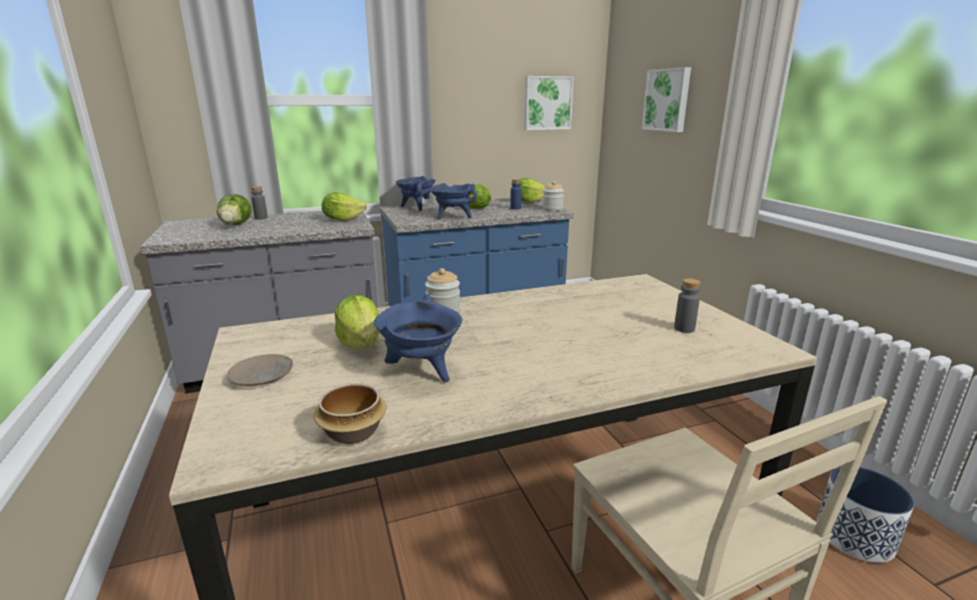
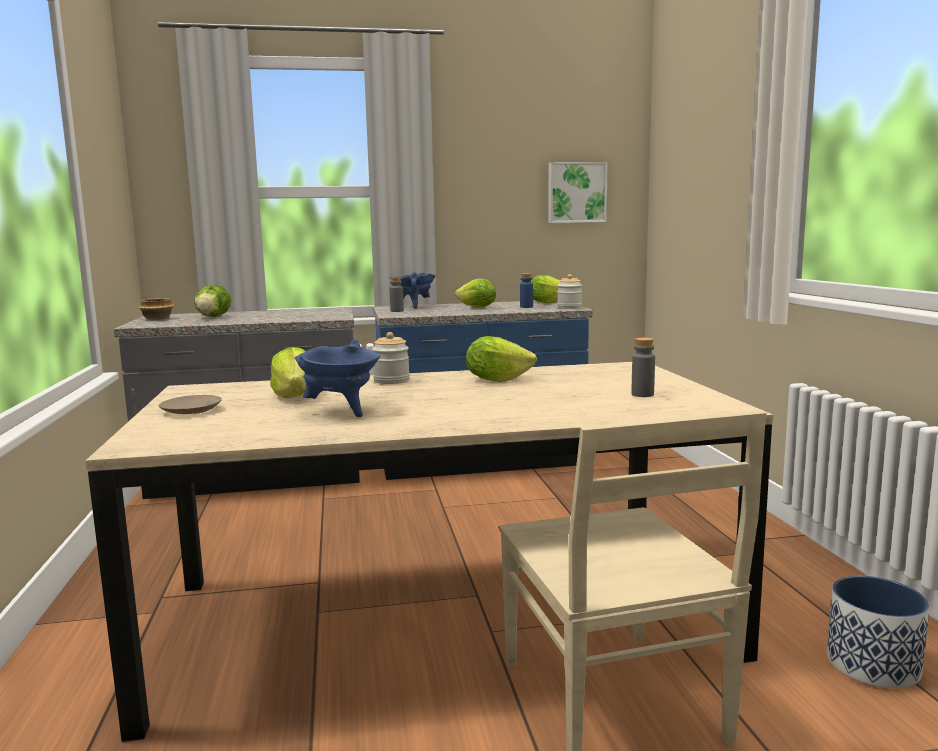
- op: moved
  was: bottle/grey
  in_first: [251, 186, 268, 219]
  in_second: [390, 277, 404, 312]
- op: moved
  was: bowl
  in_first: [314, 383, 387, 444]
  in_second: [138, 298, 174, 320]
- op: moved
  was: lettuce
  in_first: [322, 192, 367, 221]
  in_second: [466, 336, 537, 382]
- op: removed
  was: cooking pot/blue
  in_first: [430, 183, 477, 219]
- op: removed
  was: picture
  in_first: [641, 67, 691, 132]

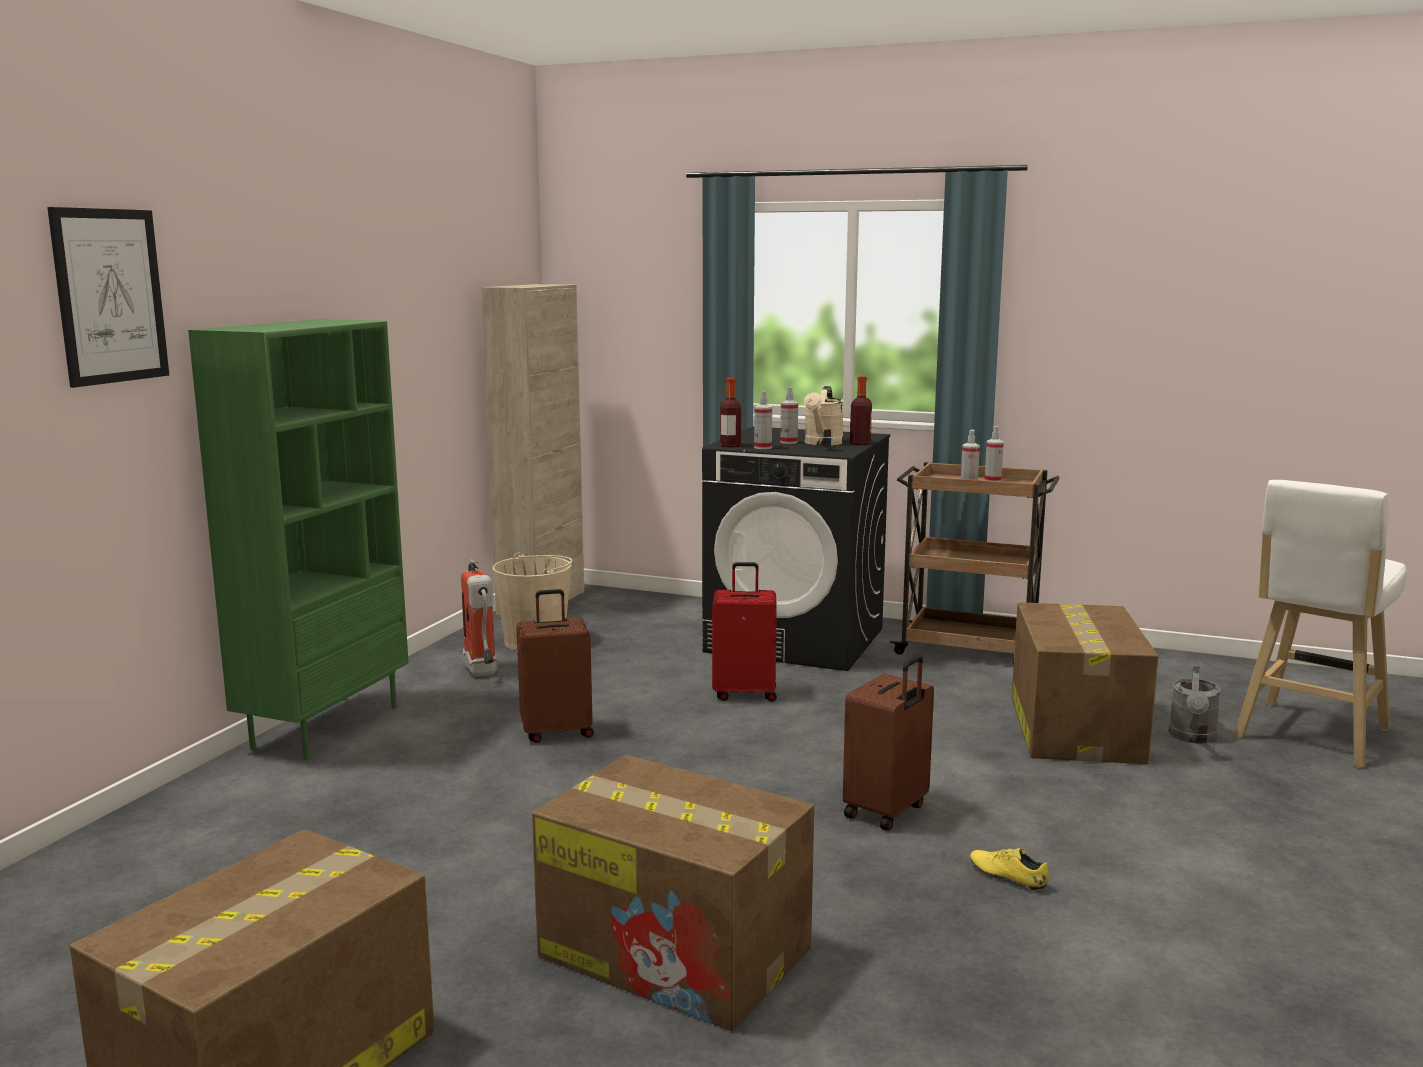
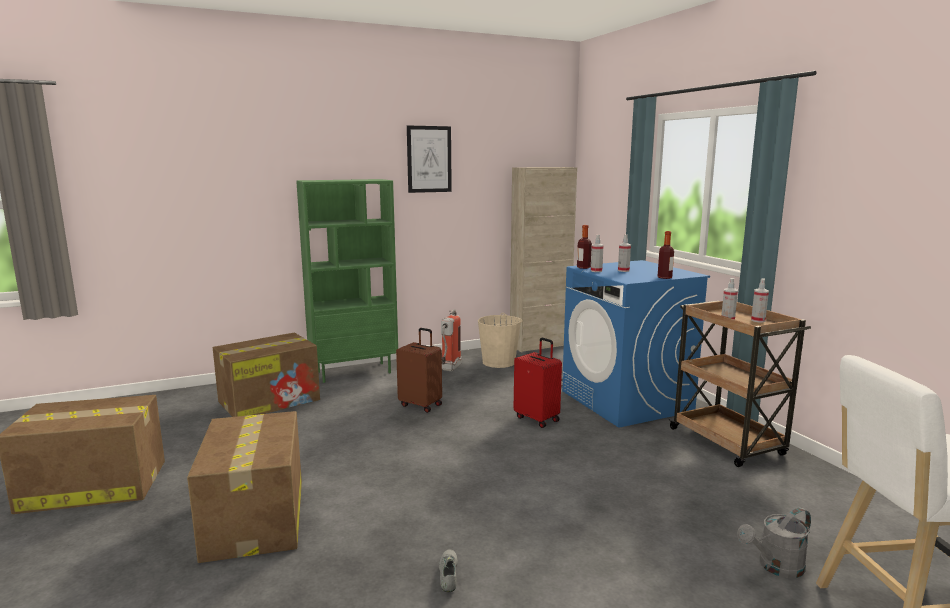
- op: moved
  was: picture
  in_first: [47, 207, 169, 388]
  in_second: [407, 126, 452, 193]
- op: recoloured
  was: washing machine/black
  now: washing machine/blue
  in_first: [702, 427, 890, 671]
  in_second: [562, 260, 710, 428]
- op: removed
  was: watering can/beige
  in_first: [804, 386, 844, 446]
- op: removed
  was: suitcase/brown
  in_first: [843, 655, 934, 830]
- op: recoloured
  was: shoe/yellow
  now: shoe/grey
  in_first: [970, 848, 1049, 891]
  in_second: [439, 549, 458, 592]
- op: moved
  was: cardboard box
  in_first: [1012, 602, 1158, 764]
  in_second: [213, 333, 320, 417]

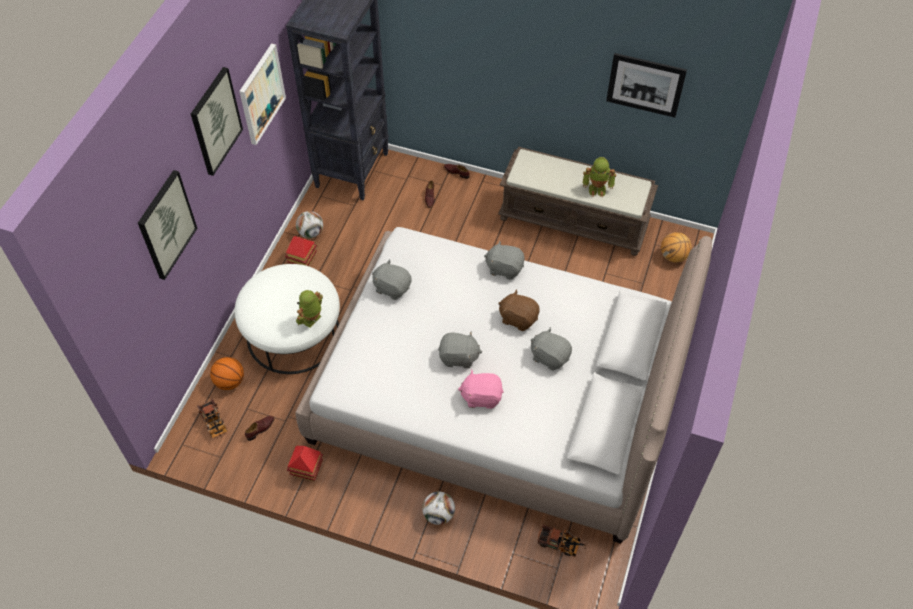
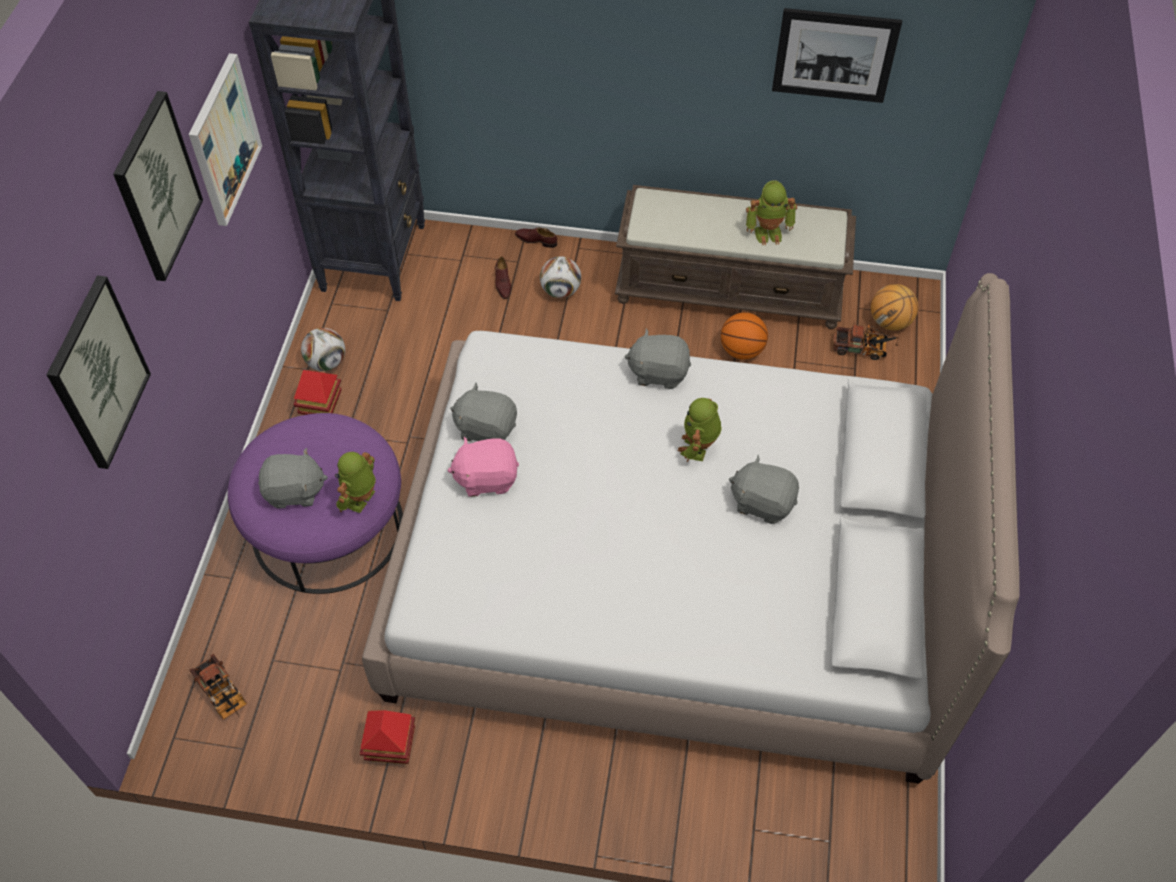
- op: moved
  was: basketball
  in_first: [210, 357, 244, 390]
  in_second: [721, 312, 768, 360]
- op: recoloured
  was: ottoman/white
  now: ottoman/purple
  in_first: [235, 264, 340, 374]
  in_second: [228, 413, 403, 594]
- op: removed
  was: shoe/brown
  in_first: [245, 416, 274, 441]
- op: moved
  was: football
  in_first: [422, 491, 455, 525]
  in_second: [540, 256, 581, 298]
- op: moved
  was: plush toy/grey
  in_first: [438, 331, 482, 368]
  in_second: [258, 448, 328, 509]
- op: moved
  was: plush toy/pink
  in_first: [458, 369, 503, 409]
  in_second: [448, 437, 519, 497]
- op: replaced
  was: plush toy/brown
  now: toy robot
  in_first: [498, 289, 540, 331]
  in_second: [677, 398, 722, 462]
- op: moved
  was: toy truck
  in_first: [537, 524, 585, 557]
  in_second: [833, 321, 899, 360]

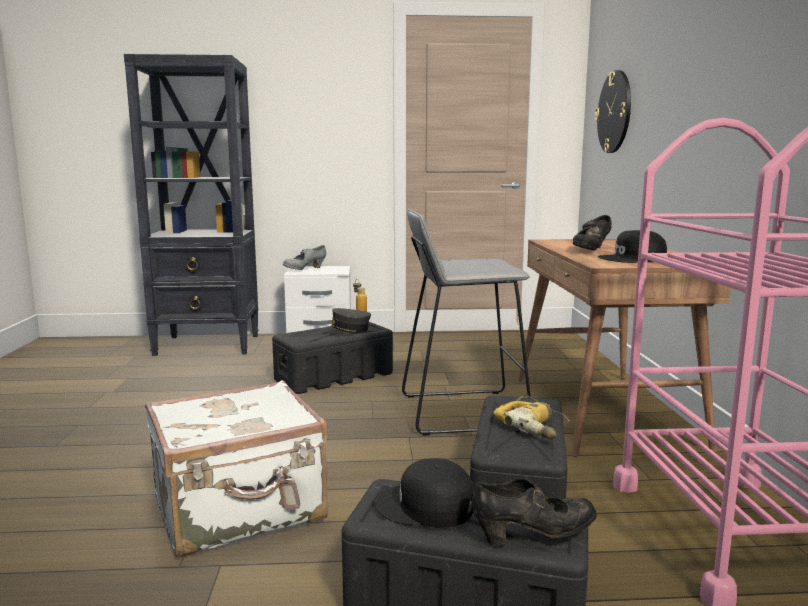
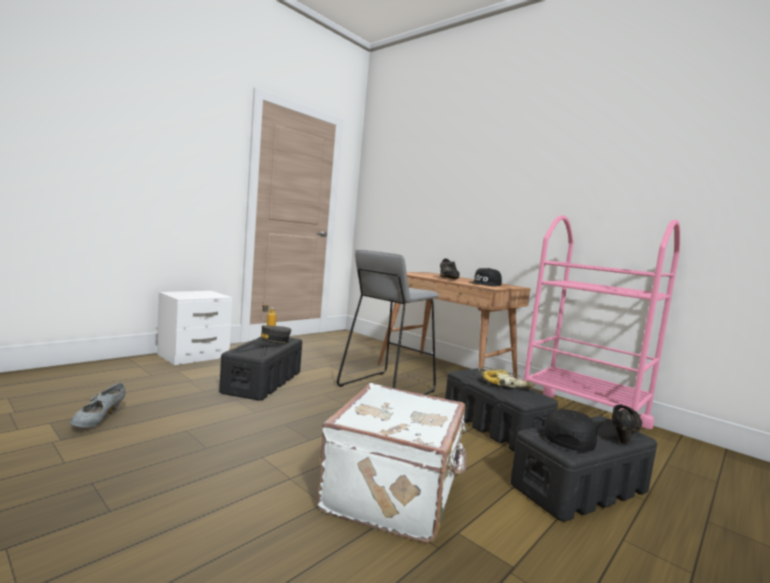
- op: removed
  was: bookcase/black
  in_first: [124, 54, 258, 356]
- op: moved
  was: shoe/grey
  in_first: [283, 245, 326, 270]
  in_second: [70, 383, 126, 428]
- op: turned
  was: cap/black
  in_first: [374, 458, 474, 528]
  in_second: [545, 409, 597, 452]
  clockwise: 150
- op: removed
  was: wall clock
  in_first: [595, 70, 631, 153]

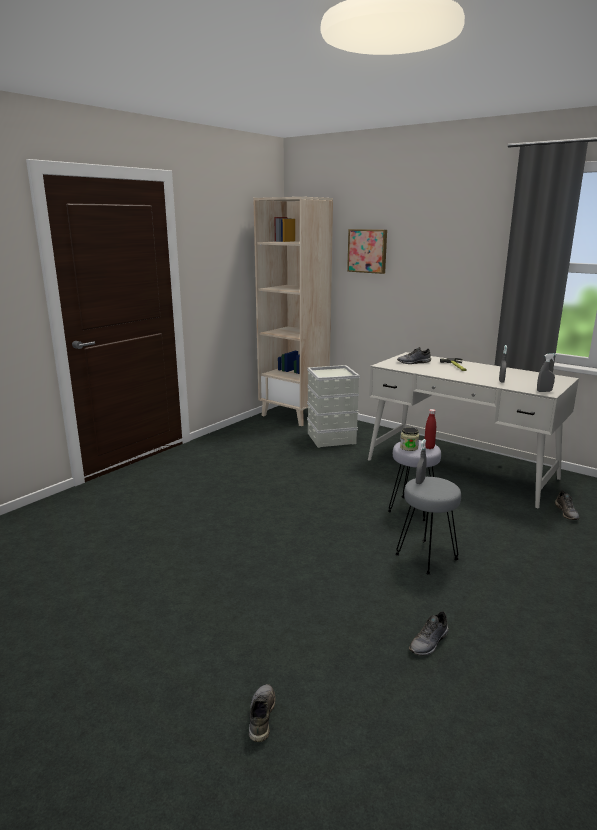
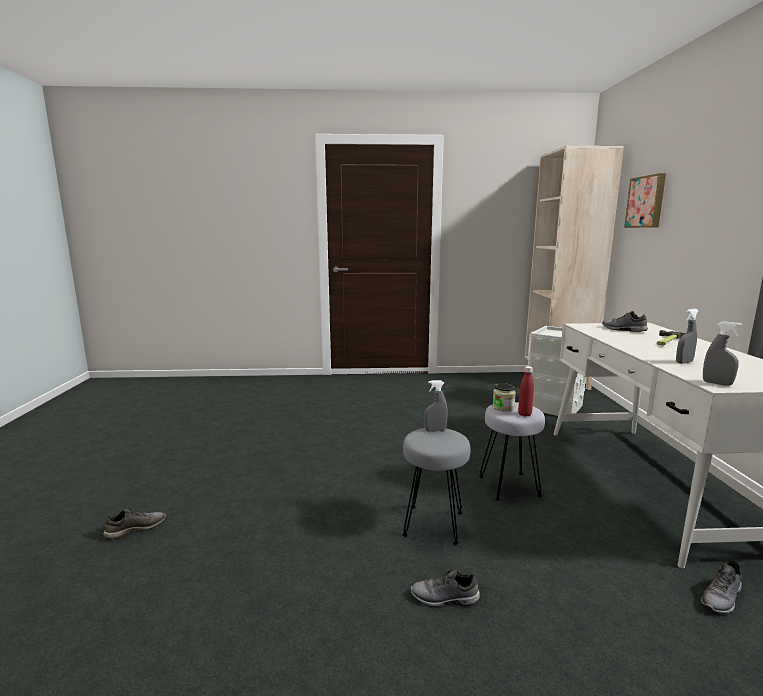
- op: moved
  was: shoe/grey
  in_first: [409, 612, 449, 655]
  in_second: [411, 569, 480, 606]

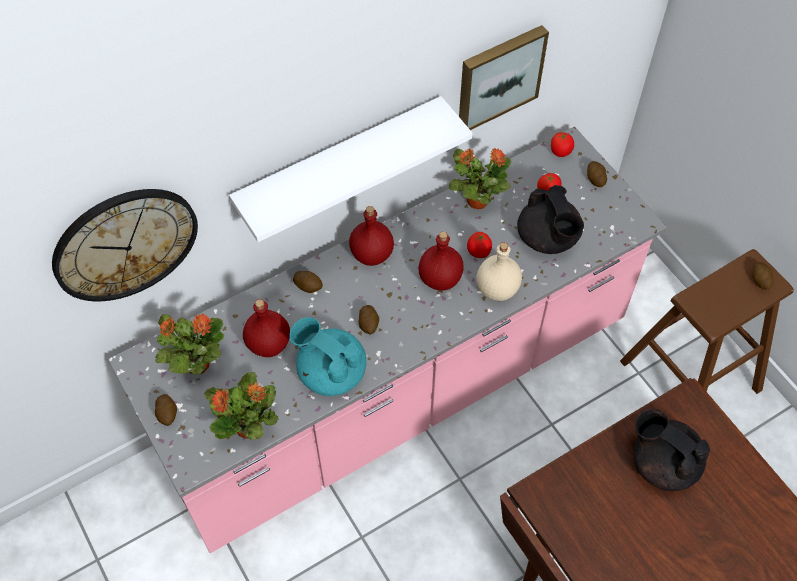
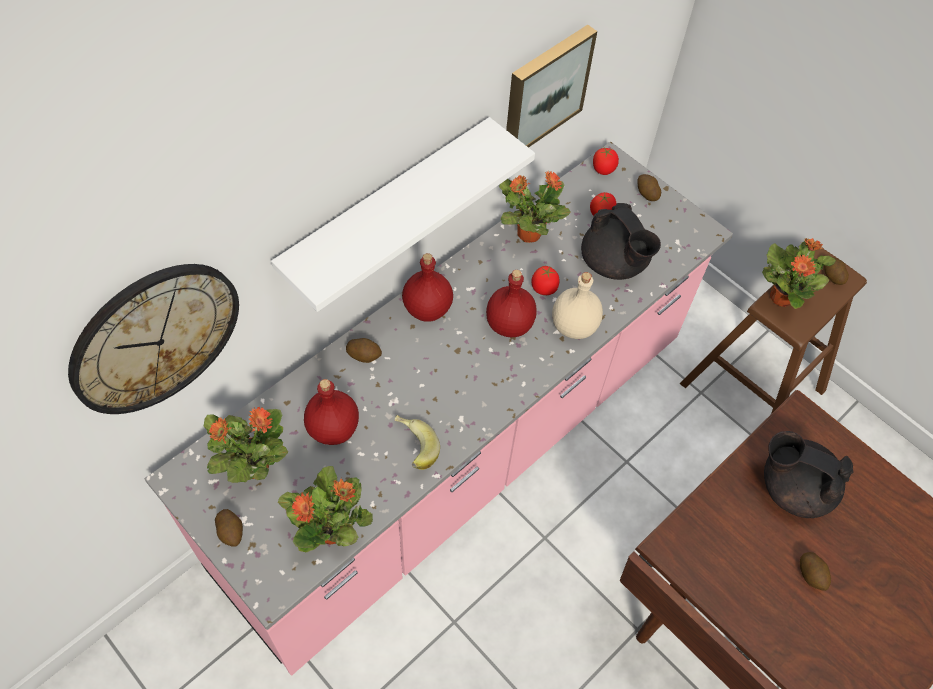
- op: replaced
  was: teapot/turquoise
  now: banana
  in_first: [290, 317, 366, 396]
  in_second: [395, 415, 440, 470]
- op: moved
  was: potato
  in_first: [359, 305, 379, 335]
  in_second: [800, 552, 831, 591]
- op: added
  now: potted plant
  in_second: [762, 238, 836, 309]

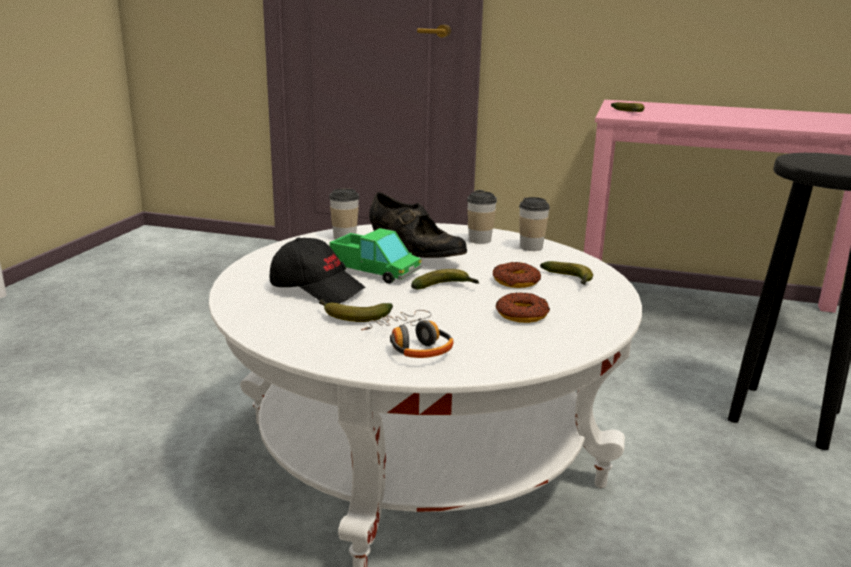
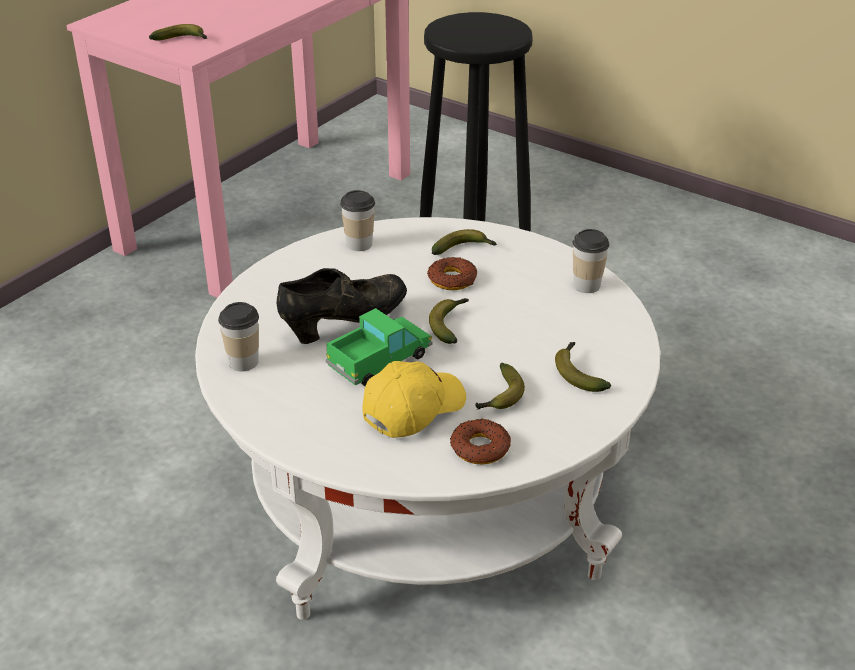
- op: recoloured
  was: cap/black
  now: cap/yellow
  in_first: [270, 238, 366, 304]
  in_second: [363, 361, 466, 438]
- op: replaced
  was: headphones
  now: banana
  in_first: [361, 310, 454, 358]
  in_second: [555, 342, 611, 392]
- op: moved
  was: cup
  in_first: [467, 190, 497, 244]
  in_second: [573, 229, 610, 293]
- op: moved
  was: donut
  in_first: [496, 293, 550, 323]
  in_second: [450, 419, 511, 465]

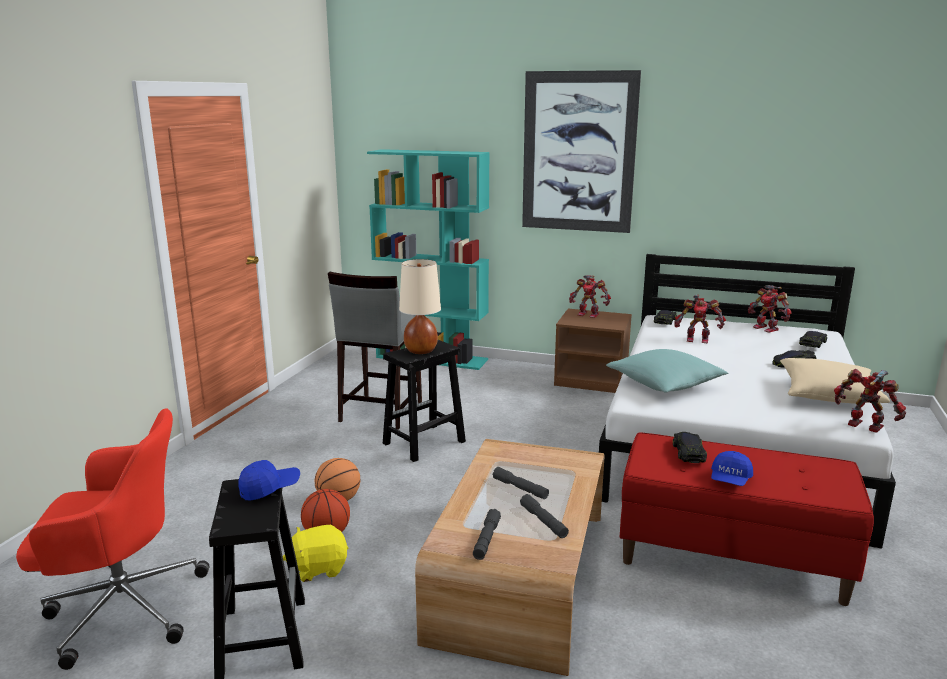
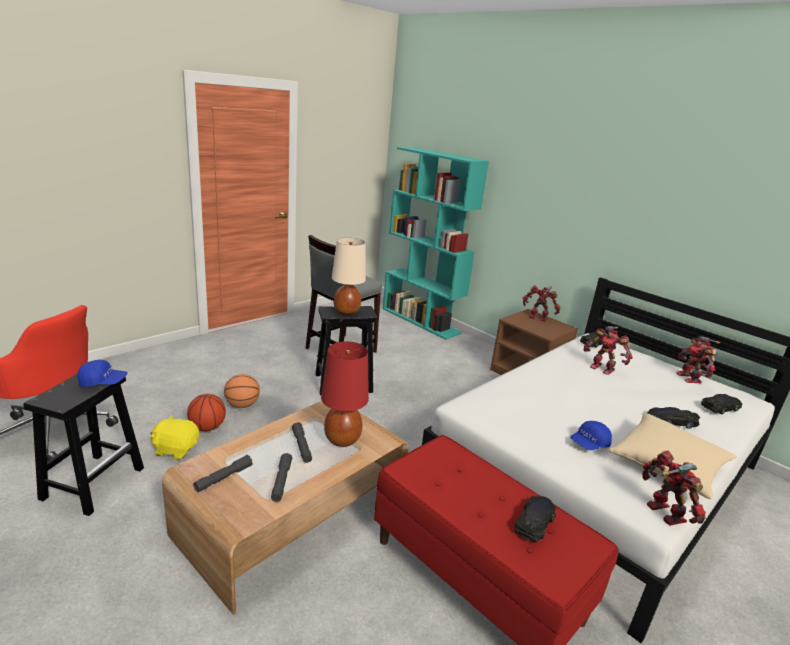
- op: removed
  was: picture
  in_first: [522, 70, 641, 233]
- op: turned
  was: toy robot
  in_first: [569, 275, 611, 318]
  in_second: [523, 285, 560, 322]
  clockwise: 150
- op: removed
  was: pillow/turquoise
  in_first: [606, 349, 729, 393]
- op: moved
  was: toy car/black
  in_first: [673, 432, 707, 463]
  in_second: [515, 496, 556, 542]
- op: moved
  was: cap/blue
  in_first: [711, 451, 753, 486]
  in_second: [570, 421, 612, 450]
- op: added
  now: table lamp/red
  in_second: [321, 341, 369, 447]

